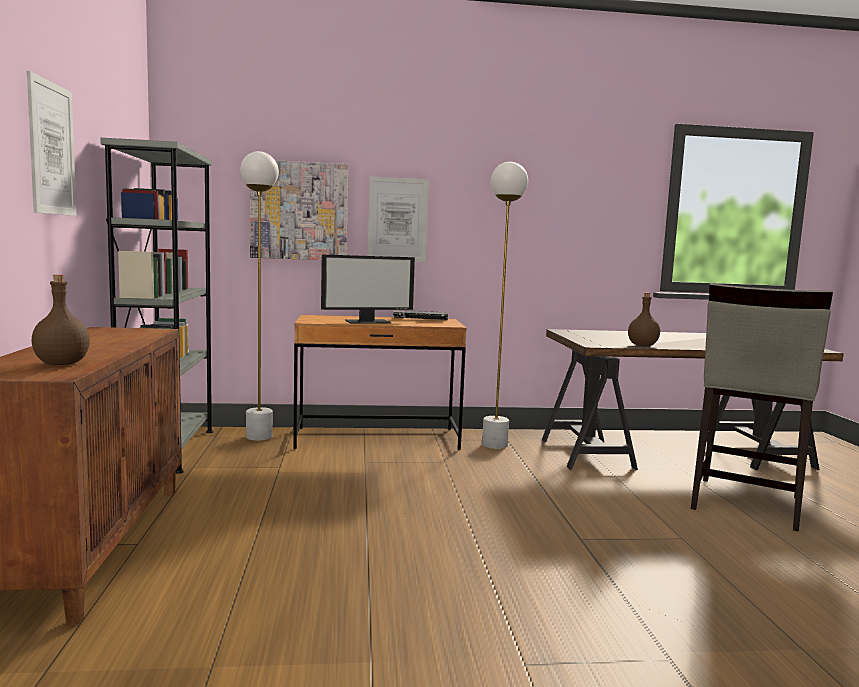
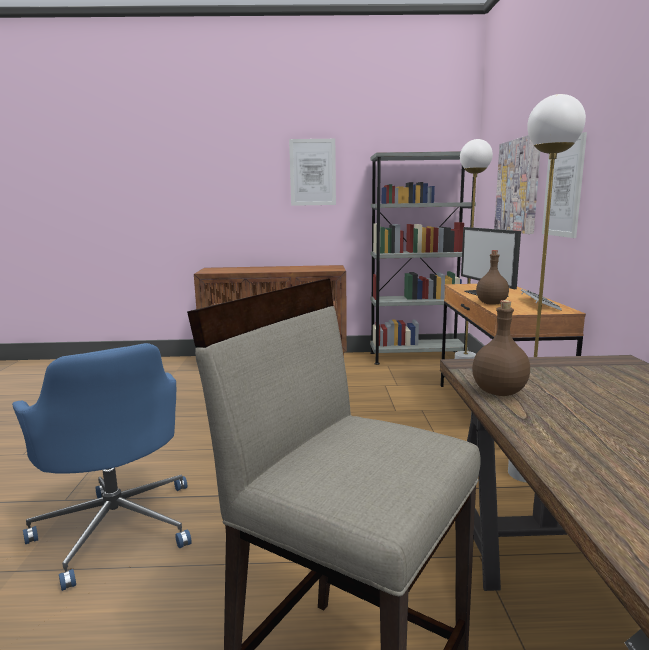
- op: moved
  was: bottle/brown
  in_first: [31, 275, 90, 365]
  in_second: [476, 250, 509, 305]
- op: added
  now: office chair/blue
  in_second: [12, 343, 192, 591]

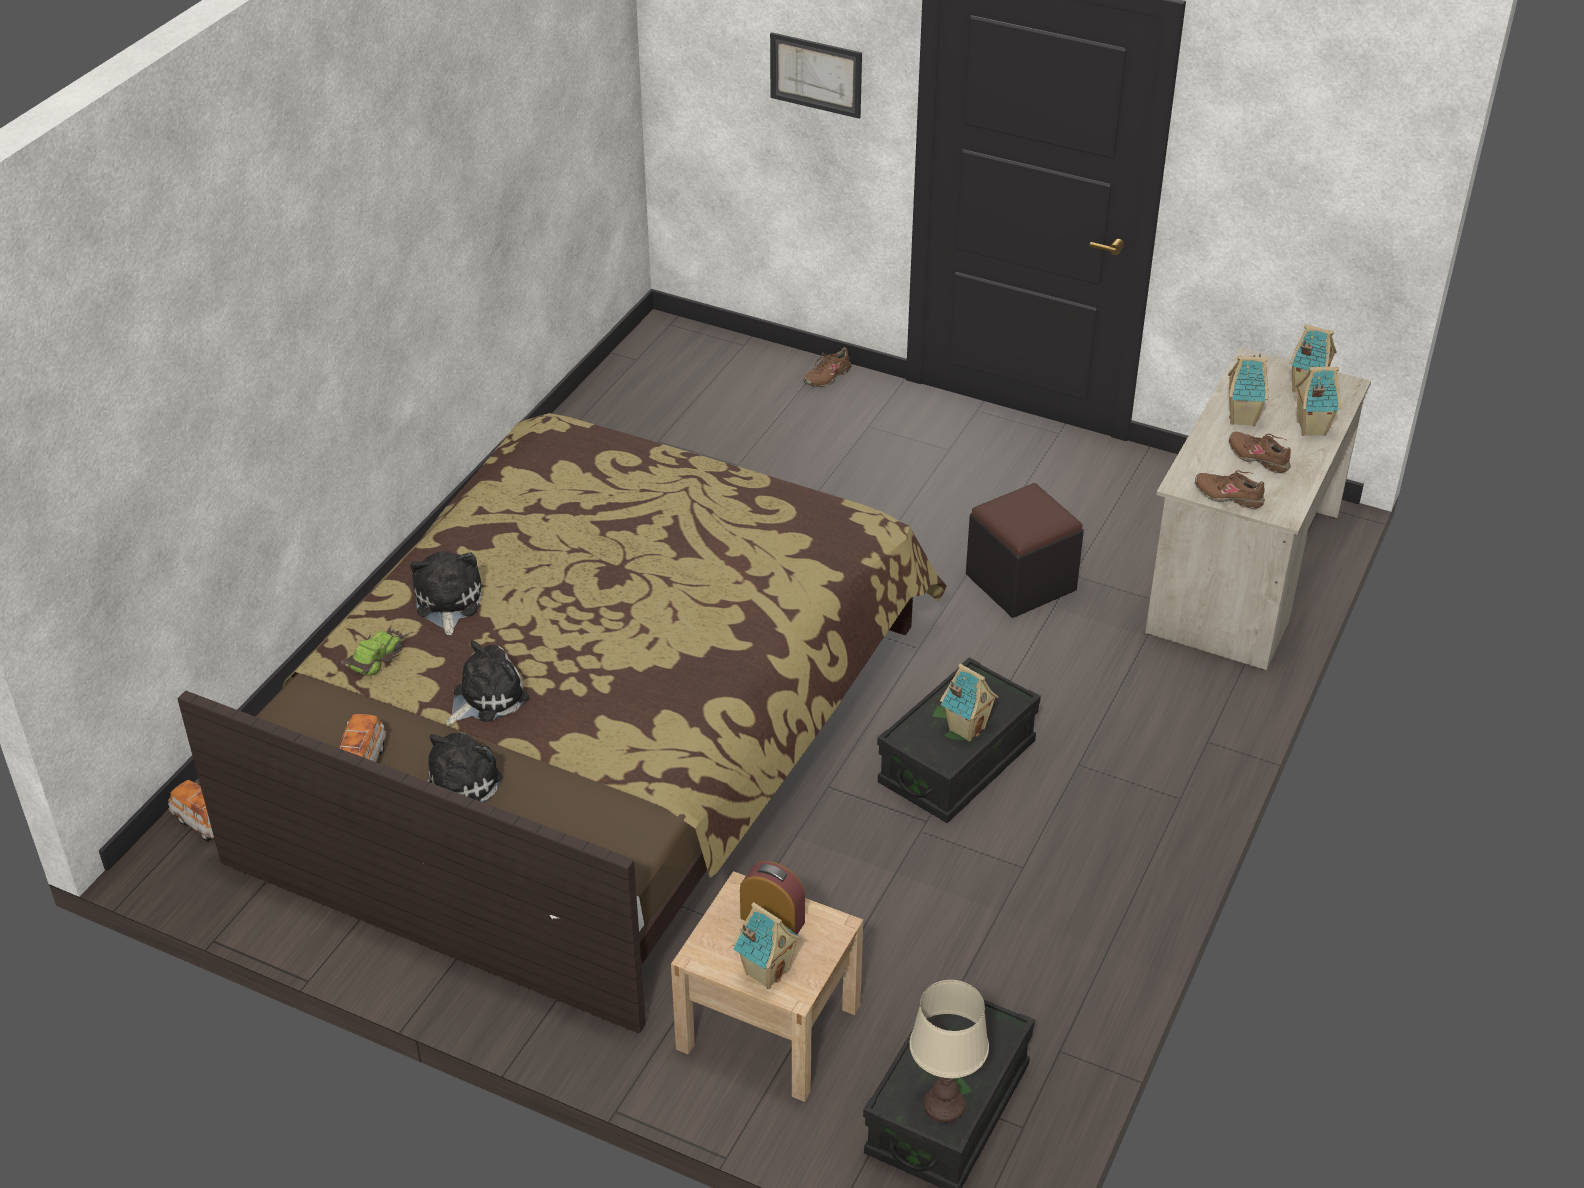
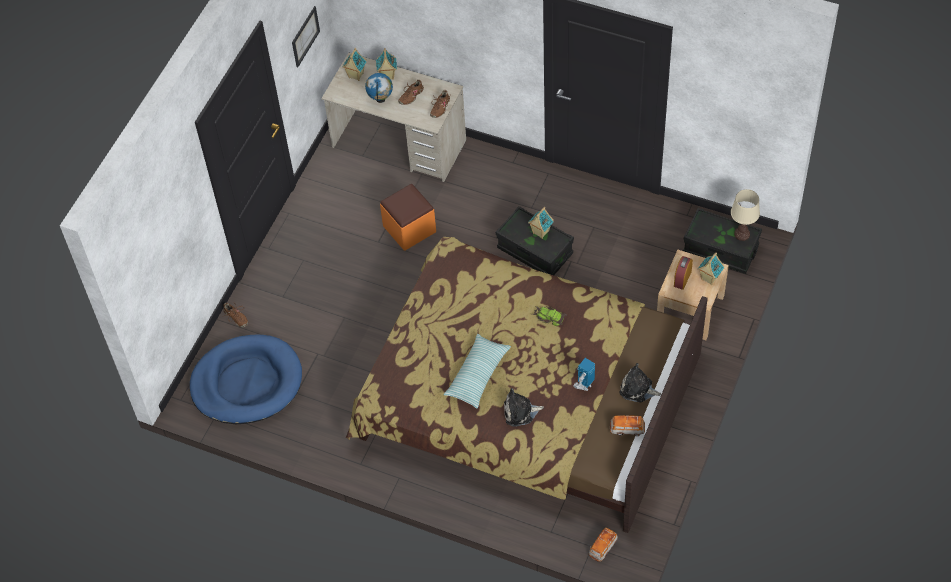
- op: moved
  was: toy car
  in_first: [342, 625, 411, 675]
  in_second: [532, 306, 567, 326]
- op: replaced
  was: plush toy
  now: toy robot
  in_first: [446, 640, 529, 725]
  in_second: [573, 358, 595, 391]
- op: moved
  was: picture
  in_first: [770, 32, 862, 118]
  in_second: [292, 6, 320, 67]
- op: recoloured
  was: ottoman/black
  now: ottoman/orange
  in_first: [966, 483, 1084, 618]
  in_second: [380, 184, 436, 251]
- op: replaced
  was: toy house
  now: globe
  in_first: [1228, 354, 1268, 426]
  in_second: [365, 73, 393, 103]
- op: added
  now: dog bed/blue
  in_second: [190, 335, 302, 424]
- op: added
  now: pillow
  in_second: [444, 334, 511, 408]

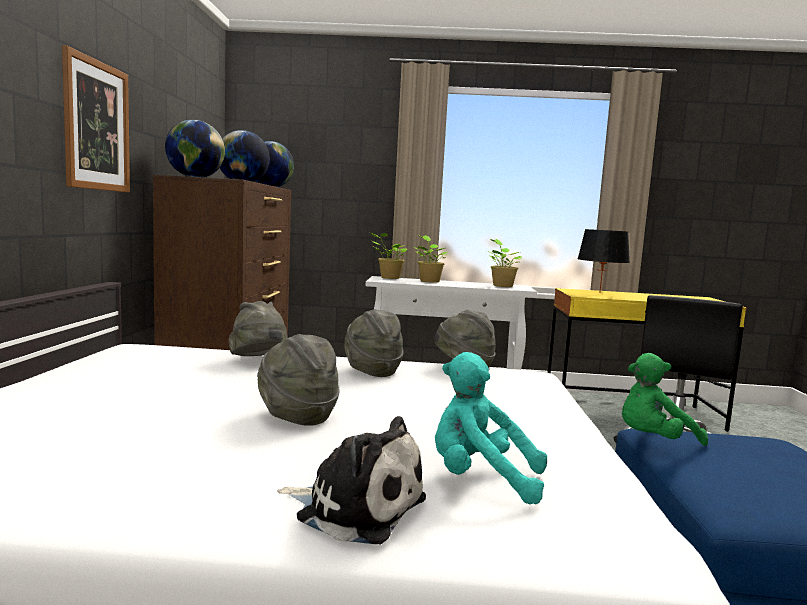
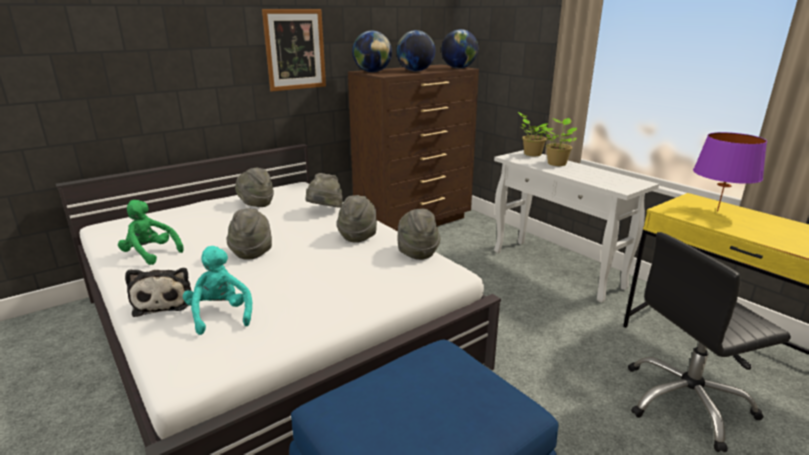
- op: removed
  was: potted plant
  in_first: [487, 239, 522, 287]
- op: recoloured
  was: table lamp/black
  now: table lamp/purple
  in_first: [578, 229, 630, 292]
  in_second: [693, 132, 767, 211]
- op: moved
  was: plush toy/green
  in_first: [622, 353, 708, 446]
  in_second: [118, 200, 184, 265]
- op: added
  now: hat/grey
  in_second: [235, 168, 274, 207]

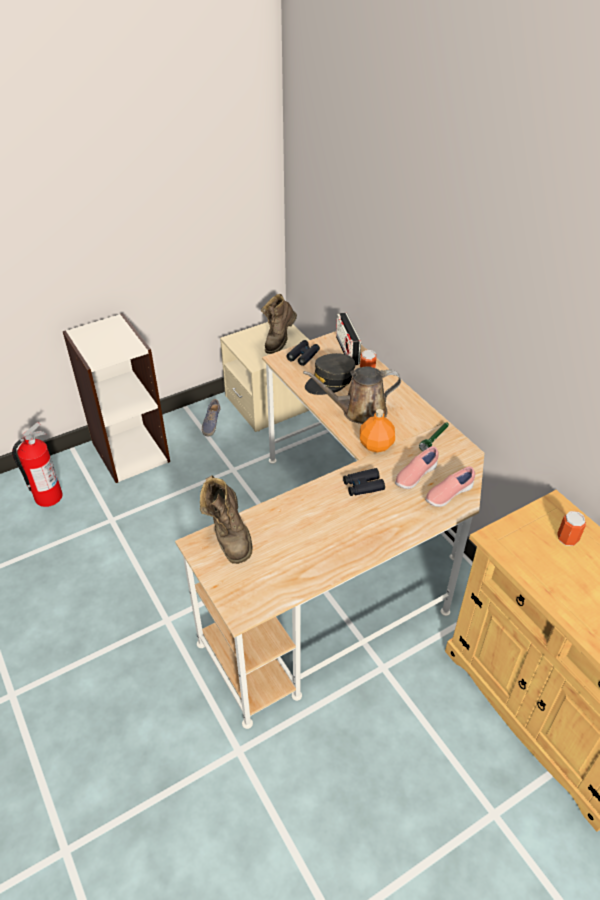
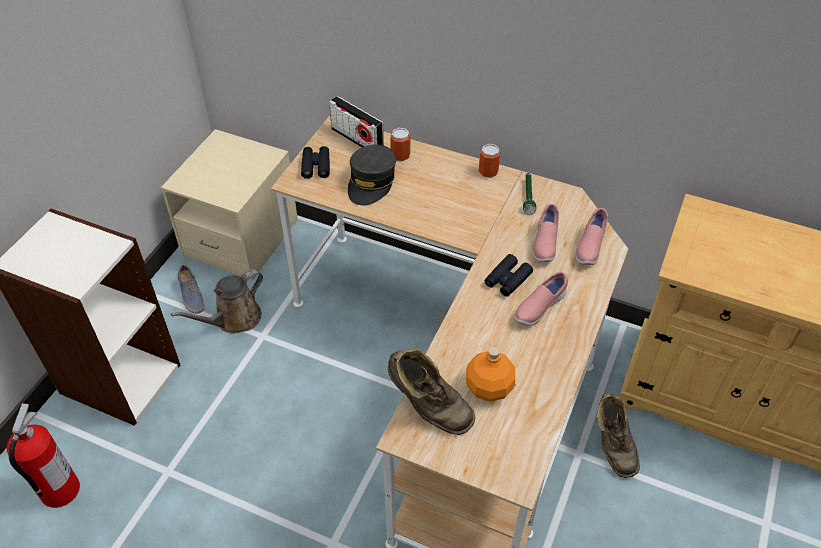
- op: moved
  was: boot/brown
  in_first: [261, 294, 297, 354]
  in_second: [598, 392, 640, 478]
- op: moved
  was: watering can/brown
  in_first: [303, 366, 401, 424]
  in_second: [171, 269, 263, 334]
- op: moved
  was: bottle/orange
  in_first: [360, 409, 395, 453]
  in_second: [466, 347, 515, 402]
- op: moved
  was: can
  in_first: [557, 511, 586, 546]
  in_second: [479, 144, 501, 178]
- op: added
  now: shoe/pink
  in_second: [515, 271, 568, 326]

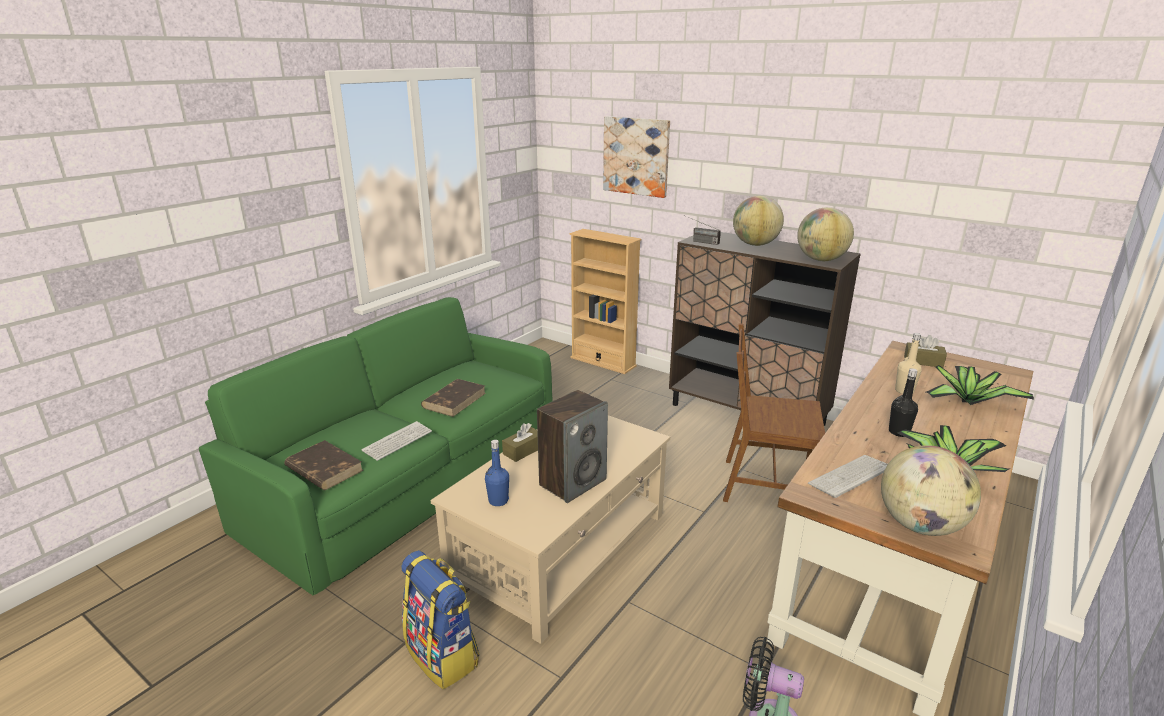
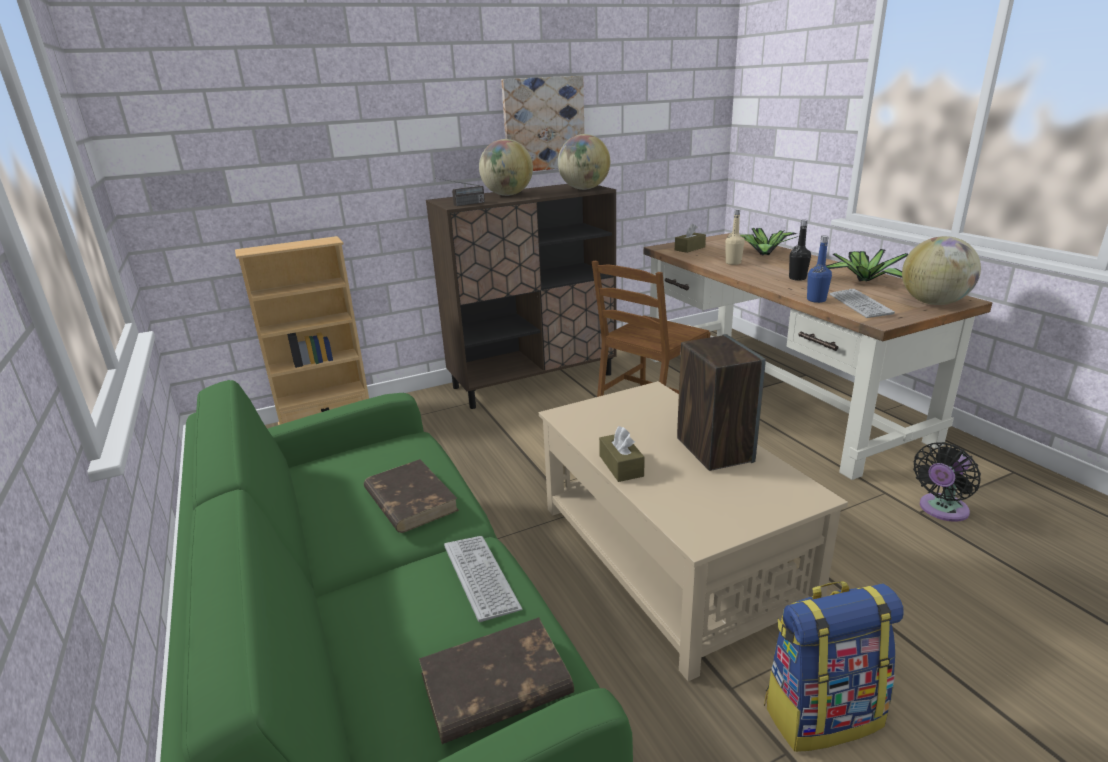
- op: moved
  was: bottle/blue
  in_first: [485, 440, 509, 506]
  in_second: [807, 236, 832, 303]
- op: moved
  was: picture
  in_first: [603, 116, 670, 198]
  in_second: [501, 76, 584, 171]

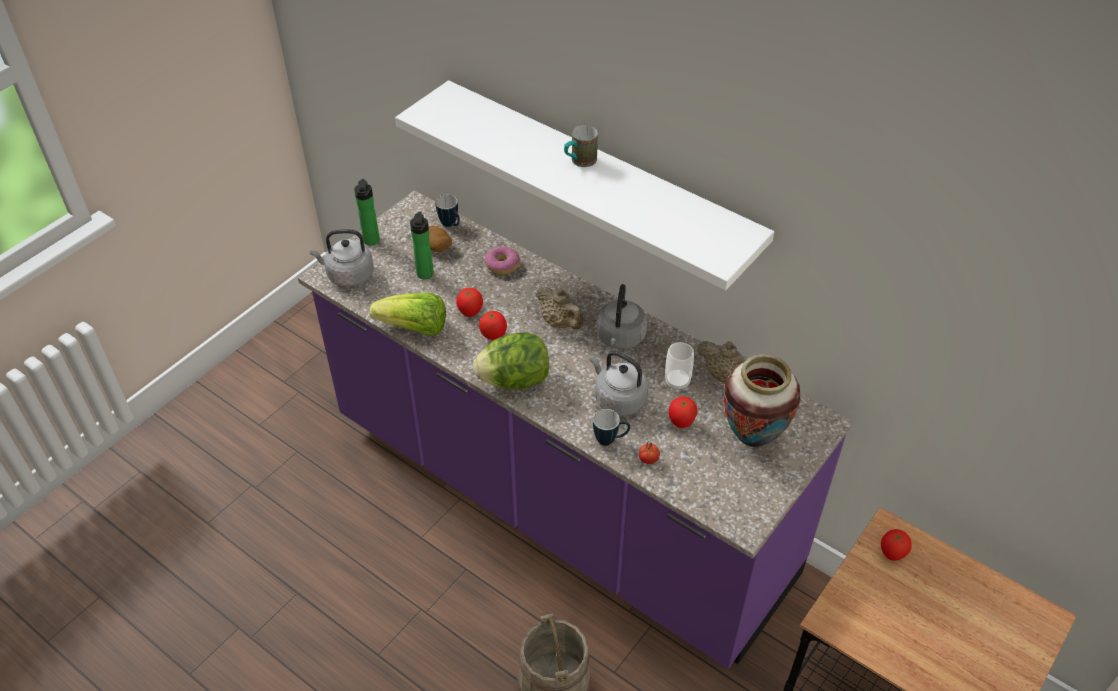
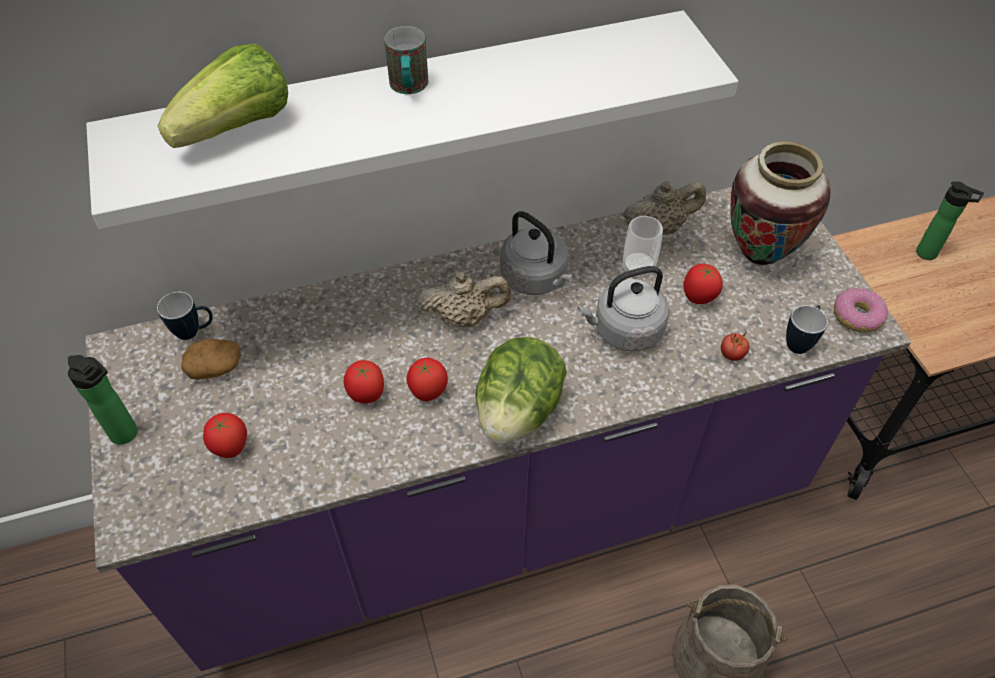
- op: removed
  was: kettle/grey
  in_first: [309, 229, 374, 287]
- op: moved
  was: lettuce
  in_first: [370, 293, 446, 336]
  in_second: [158, 44, 288, 148]
- op: moved
  was: bottle
  in_first: [410, 212, 434, 279]
  in_second: [916, 182, 984, 260]
- op: moved
  was: donut
  in_first: [485, 246, 520, 274]
  in_second: [834, 288, 888, 333]
- op: moved
  was: mug
  in_first: [593, 409, 630, 446]
  in_second: [786, 305, 828, 354]
- op: moved
  was: tomato
  in_first: [881, 529, 912, 561]
  in_second: [203, 413, 247, 458]

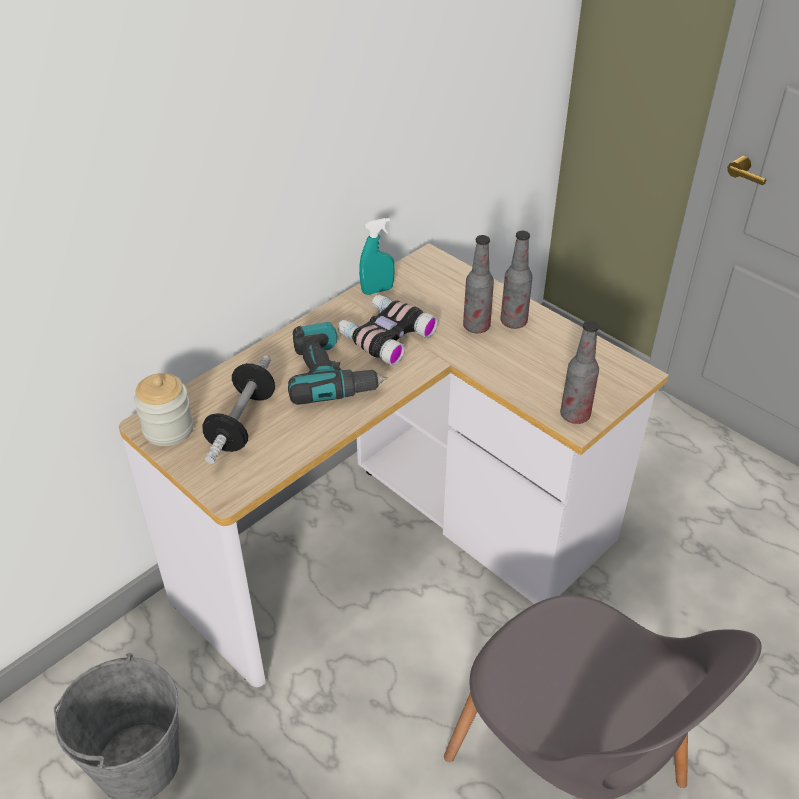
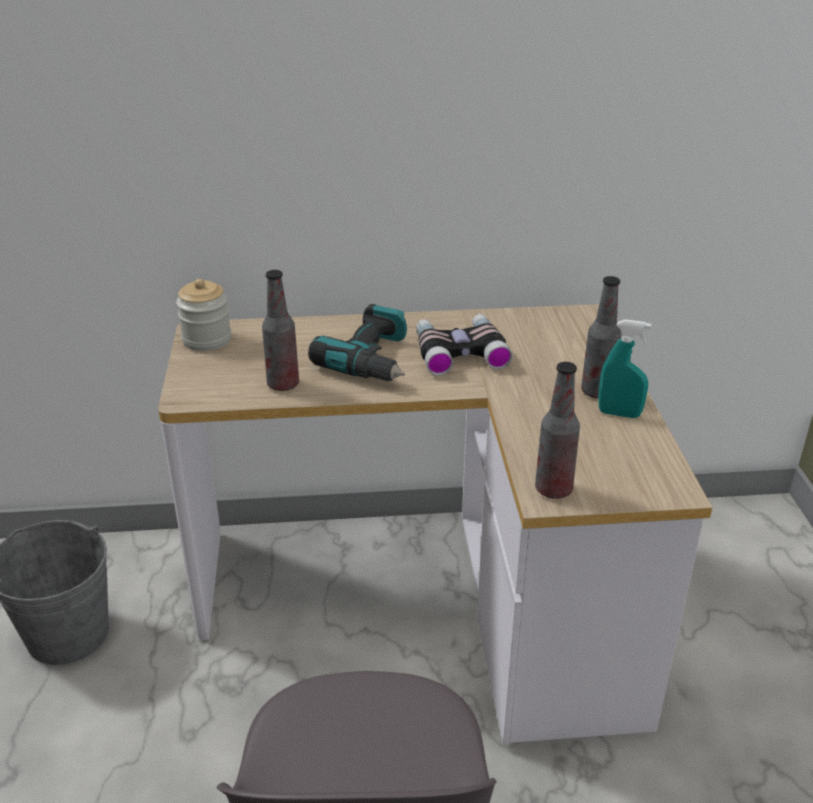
- op: removed
  was: dumbbell
  in_first: [203, 356, 275, 464]
- op: moved
  was: spray bottle/turquoise
  in_first: [359, 218, 395, 295]
  in_second: [598, 319, 652, 418]
- op: moved
  was: bottle
  in_first: [463, 235, 494, 333]
  in_second: [262, 270, 299, 391]

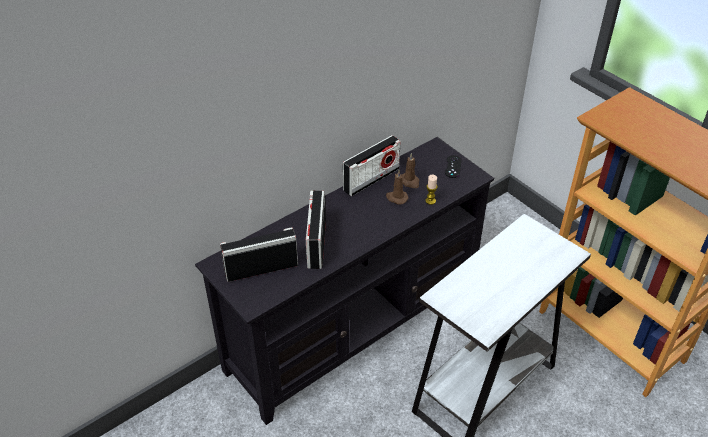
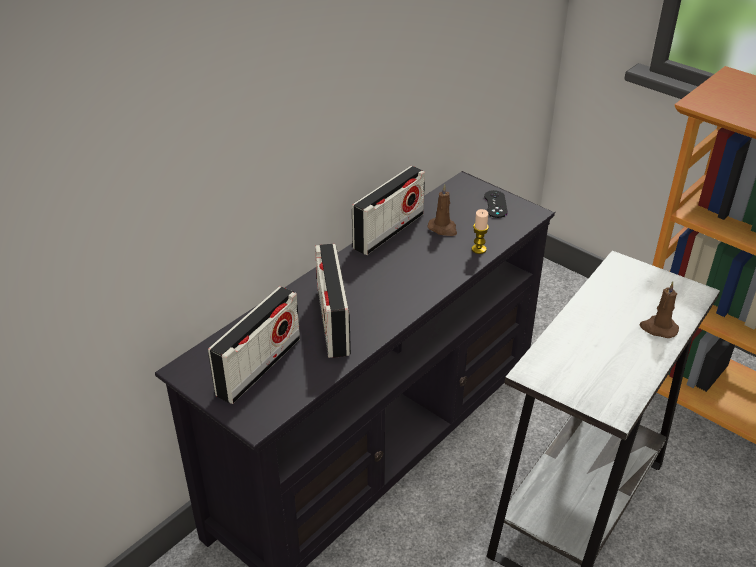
- op: turned
  was: radio
  in_first: [220, 227, 298, 282]
  in_second: [208, 286, 300, 404]
  clockwise: 150
- op: moved
  was: candle/brown
  in_first: [386, 170, 409, 205]
  in_second: [639, 281, 679, 338]

